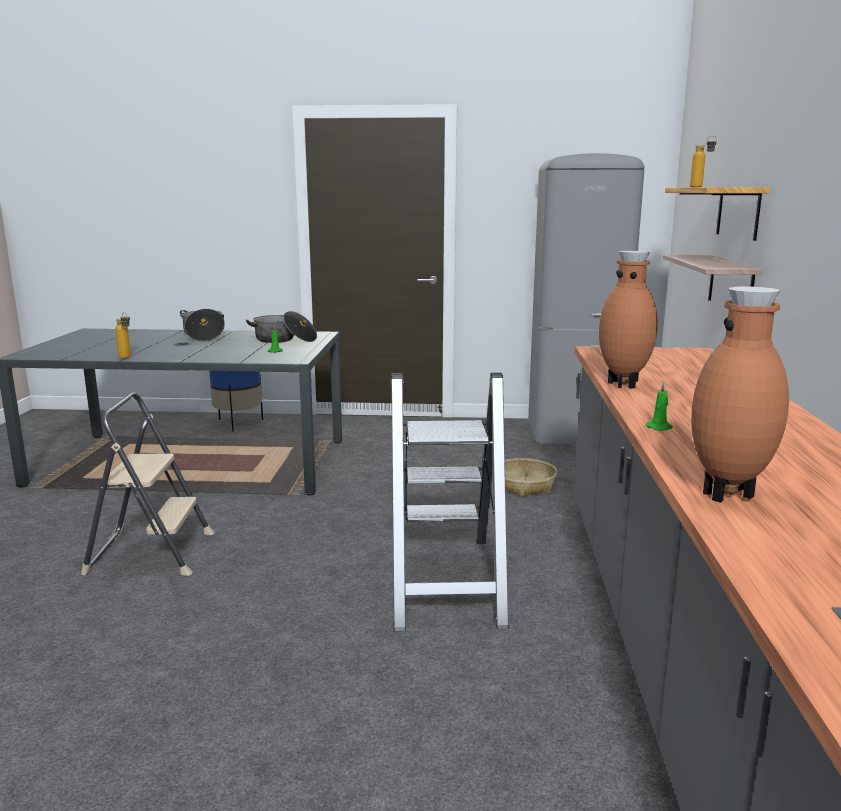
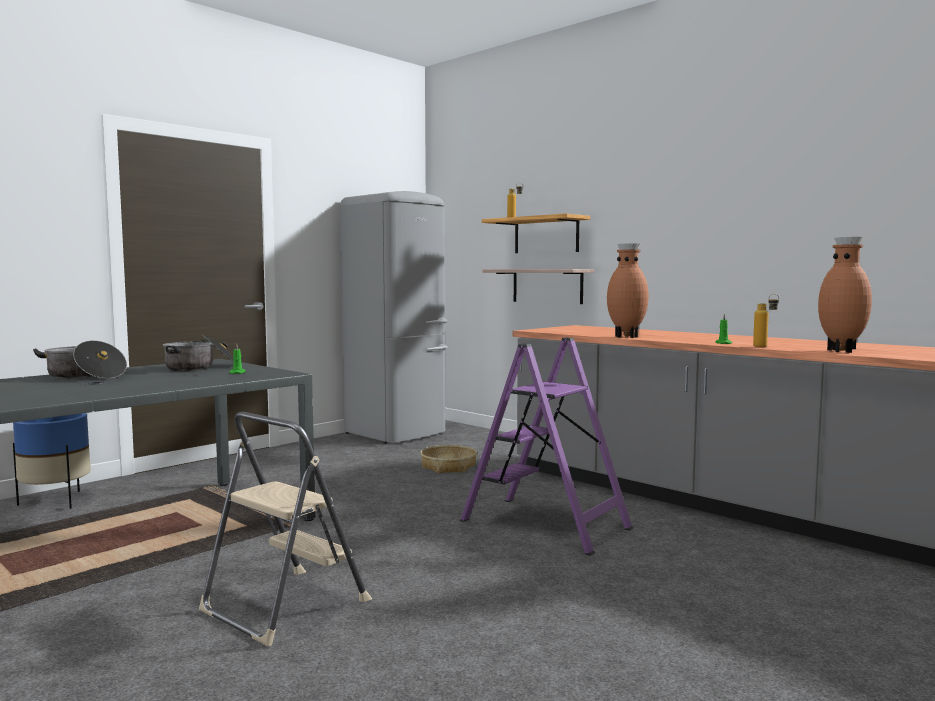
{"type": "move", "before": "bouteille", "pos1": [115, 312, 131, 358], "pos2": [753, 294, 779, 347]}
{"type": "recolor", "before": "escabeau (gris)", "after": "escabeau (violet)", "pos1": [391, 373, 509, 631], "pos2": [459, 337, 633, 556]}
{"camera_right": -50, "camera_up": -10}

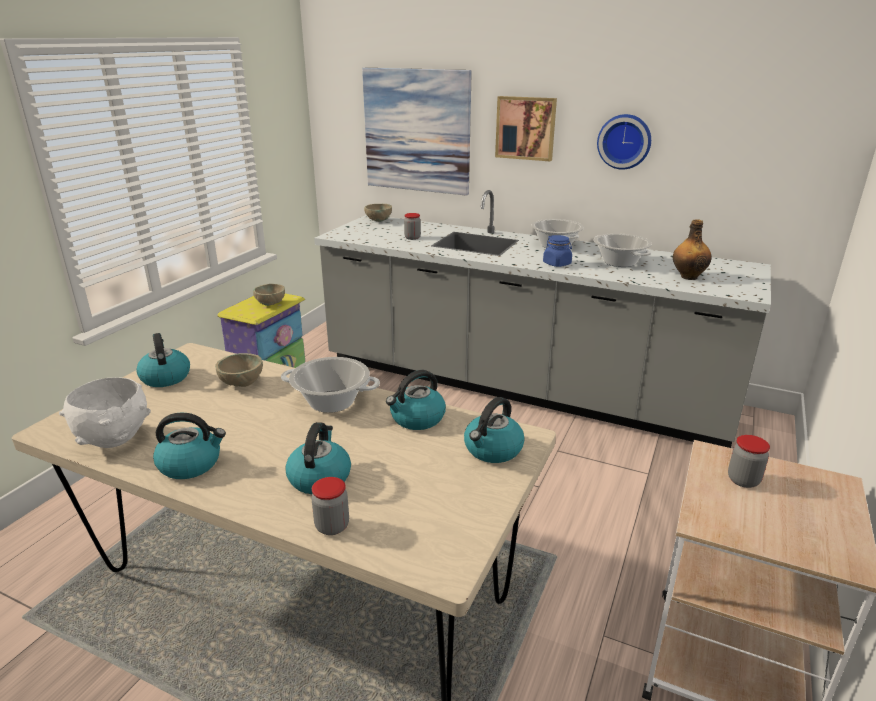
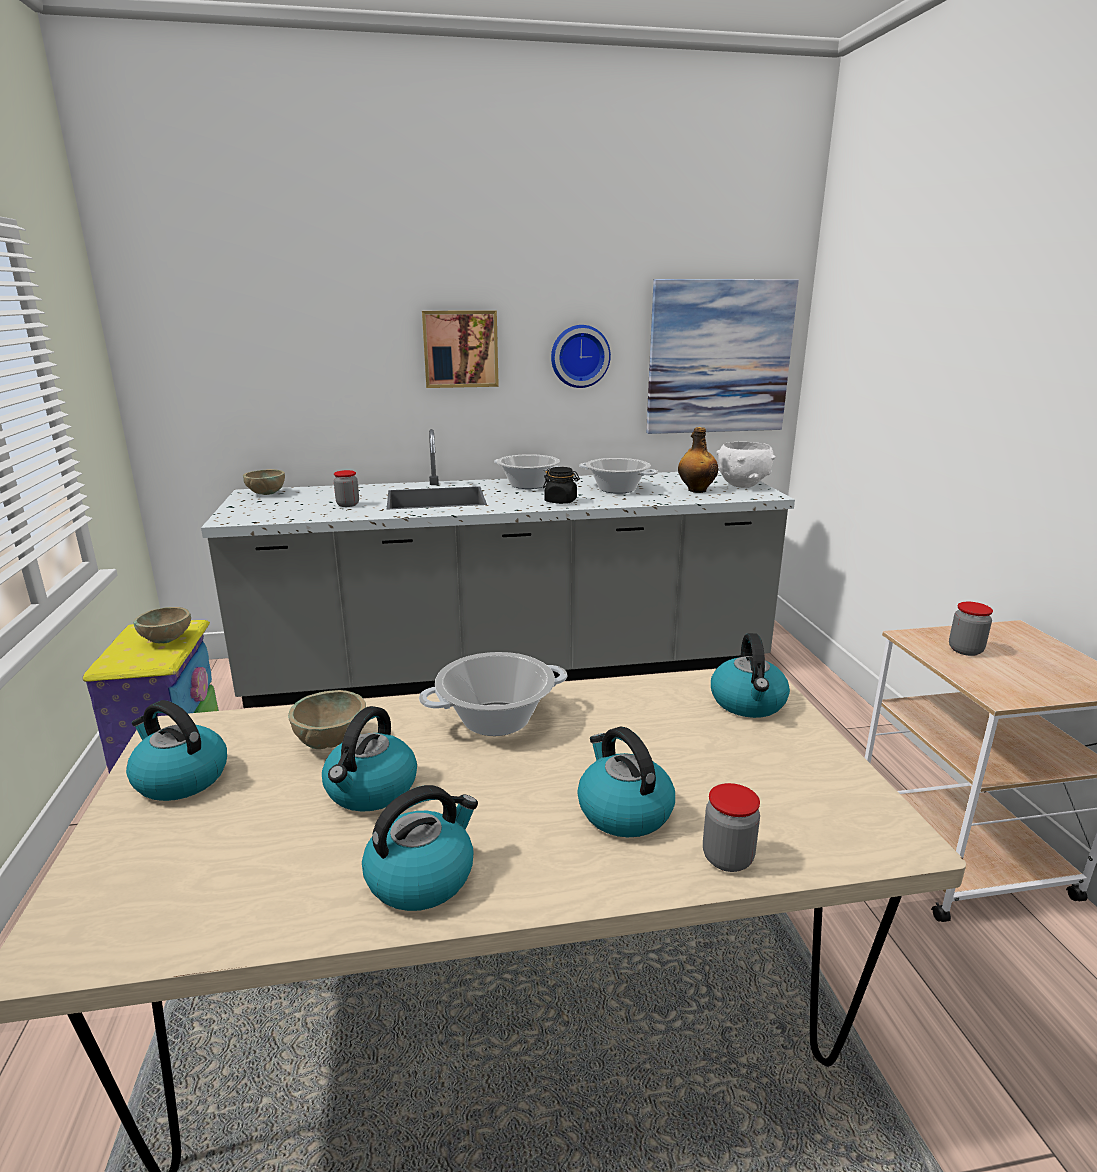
{"type": "move", "before": "bol (blanc)", "pos1": [59, 377, 151, 448], "pos2": [716, 442, 776, 488]}
{"type": "move", "before": "tableau", "pos1": [362, 68, 472, 196], "pos2": [646, 279, 799, 434]}
{"type": "move", "before": "bouilloire", "pos1": [386, 370, 446, 430], "pos2": [322, 706, 417, 812]}
{"type": "recolor", "before": "bocal (bleu)", "after": "bocal (noir)", "pos1": [543, 235, 572, 267], "pos2": [543, 467, 580, 504]}
{"camera_right": -35, "camera_up": -5}

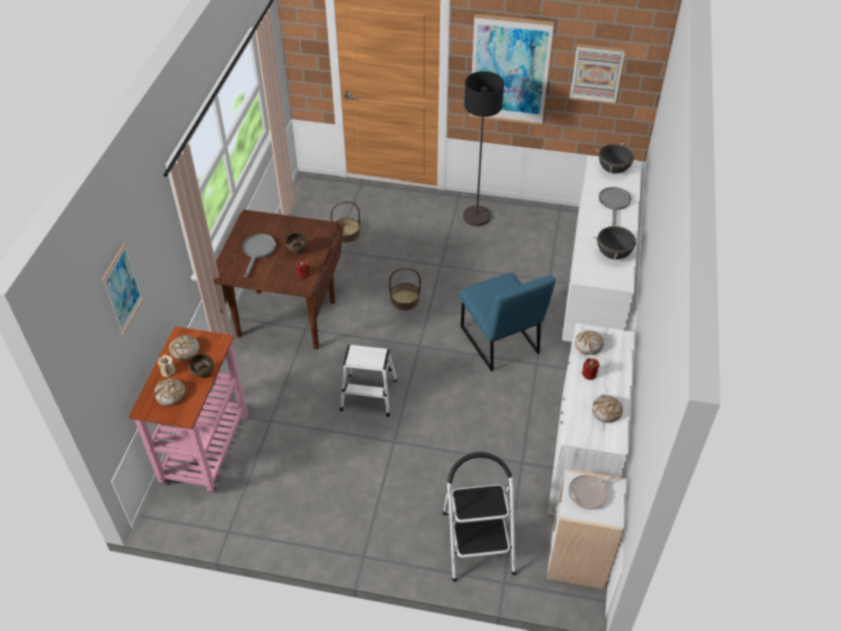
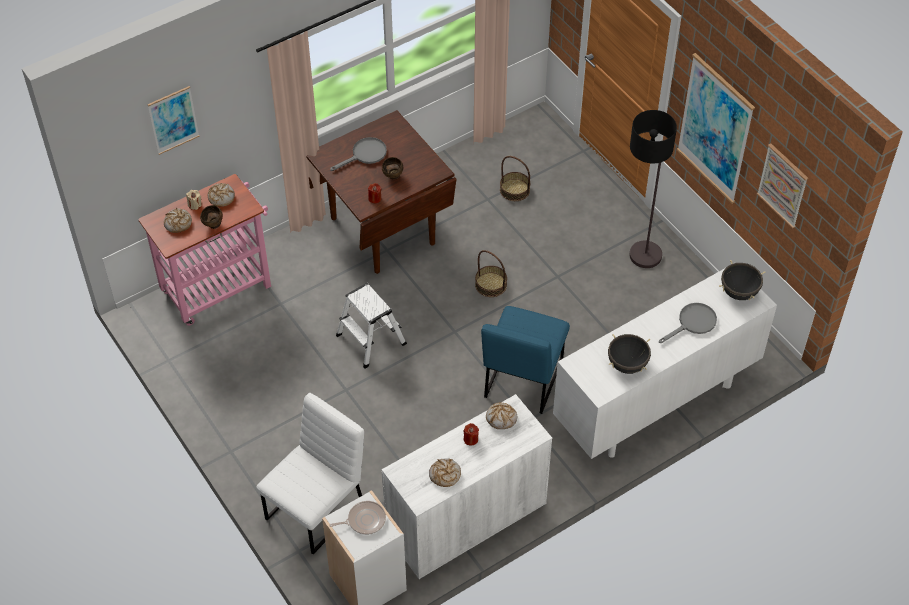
{"type": "replace", "before": "escabeau", "after": "chaise (blanc)", "pos1": [443, 452, 516, 582], "pos2": [257, 393, 364, 554]}
{"type": "rotate", "before": "poêle", "pos1": [568, 473, 620, 509], "pos2": [329, 501, 386, 535], "turn": 150}
{"camera_right": 45, "camera_up": 5}

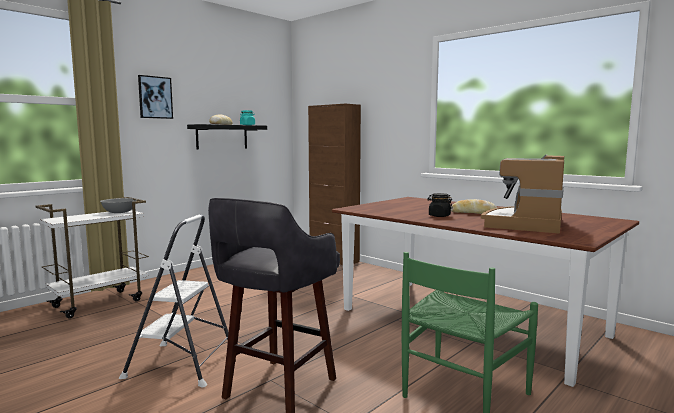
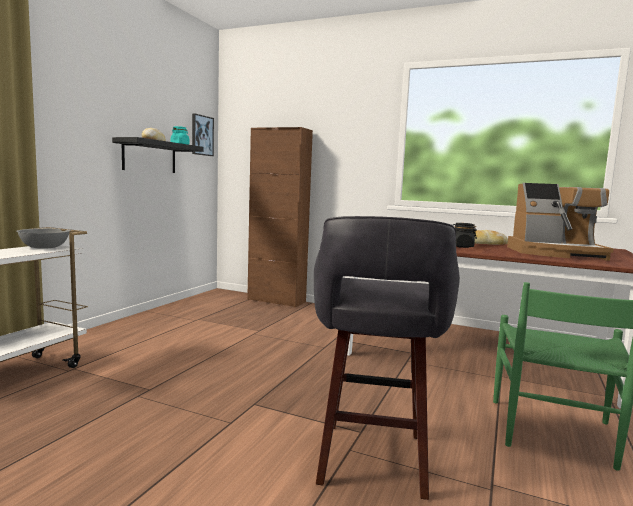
{"type": "delete", "before": "escabeau (blanc)", "pos1": [119, 215, 229, 387]}
{"type": "move", "before": "tableau", "pos1": [138, 75, 173, 119], "pos2": [192, 113, 214, 156]}
{"type": "rotate", "before": "machine à café", "pos1": [481, 155, 564, 234], "pos2": [507, 183, 614, 261], "turn": -90}
{"camera_right": -20, "camera_up": 0}

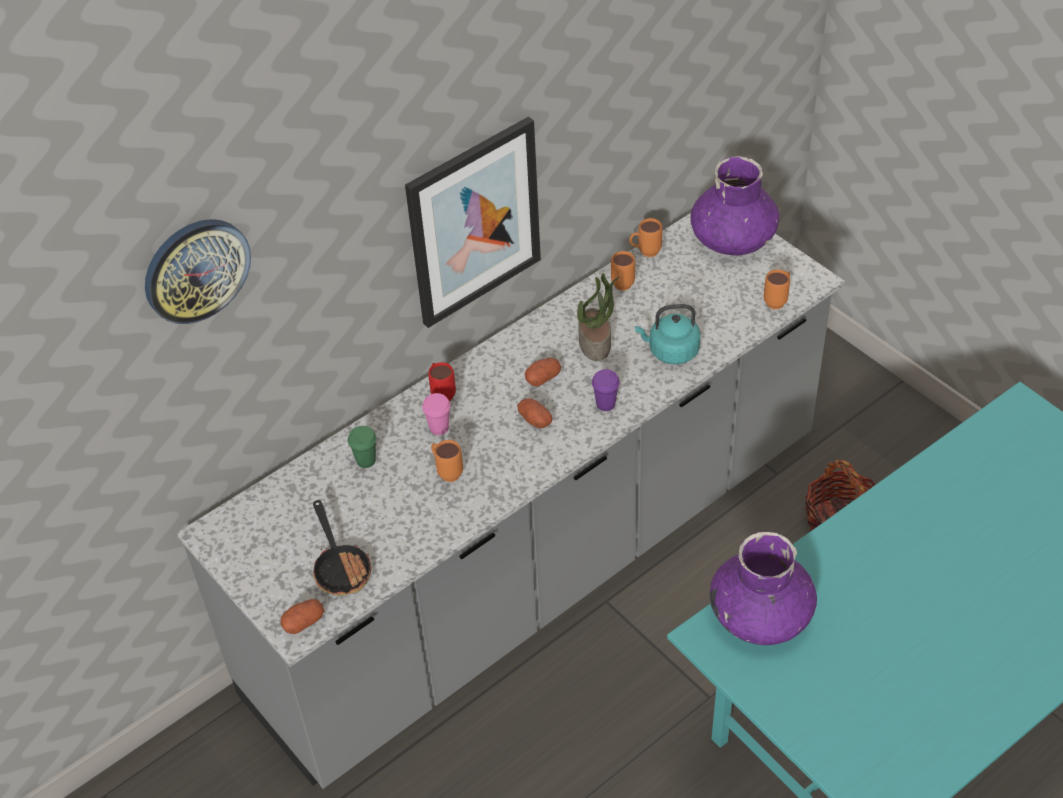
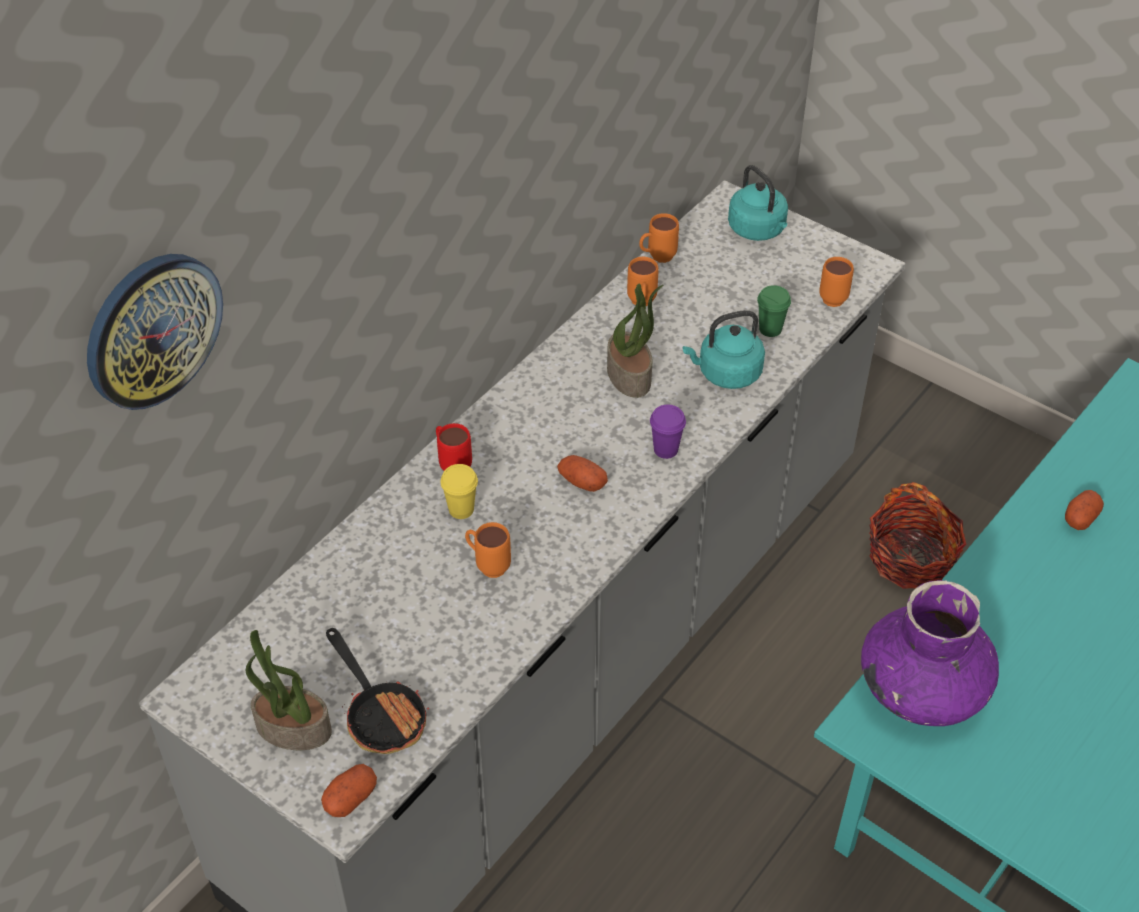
{"type": "move", "before": "tasse (vert)", "pos1": [348, 426, 376, 468], "pos2": [757, 285, 791, 337]}
{"type": "delete", "before": "tableau", "pos1": [405, 117, 541, 328]}
{"type": "recolor", "before": "tasse (rose)", "after": "tasse (jaune)", "pos1": [422, 393, 451, 435], "pos2": [440, 464, 478, 519]}
{"type": "move", "before": "pomme de terre", "pos1": [525, 358, 561, 386], "pos2": [1065, 490, 1104, 530]}
{"type": "replace", "before": "vase (violet)", "after": "bouilloire (turquoise)", "pos1": [690, 156, 779, 256], "pos2": [728, 165, 788, 241]}
{"type": "insert", "after": "plante en pot", "pos2": [246, 630, 332, 750]}
{"camera_right": -15, "camera_up": 0}

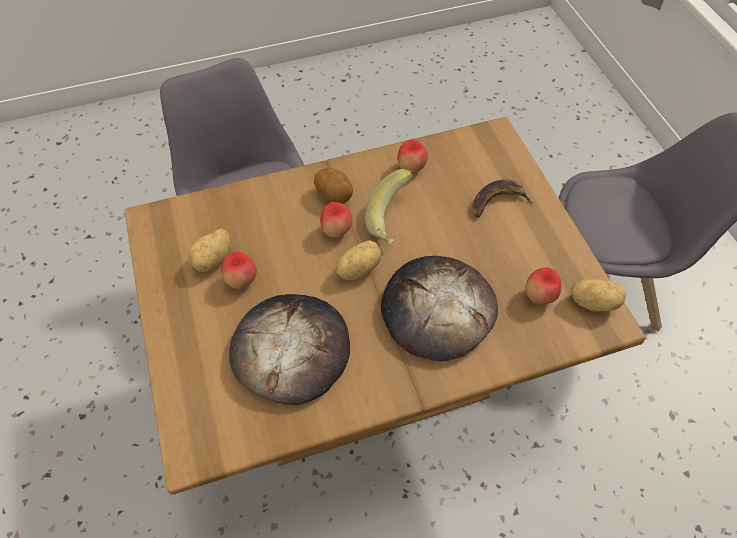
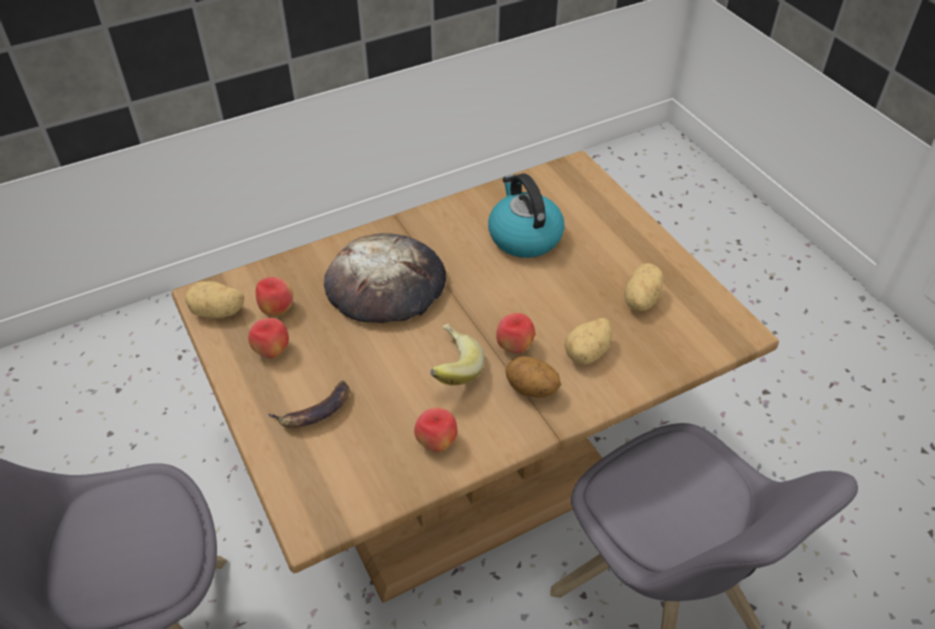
{"type": "move", "before": "pomme", "pos1": [222, 252, 257, 289], "pos2": [248, 318, 289, 358]}
{"type": "replace", "before": "pain", "after": "bouilloire", "pos1": [229, 294, 350, 405], "pos2": [488, 173, 565, 258]}
{"type": "move", "before": "pomme de terre", "pos1": [336, 240, 381, 280], "pos2": [564, 318, 612, 365]}
{"camera_right": 170, "camera_up": -10}

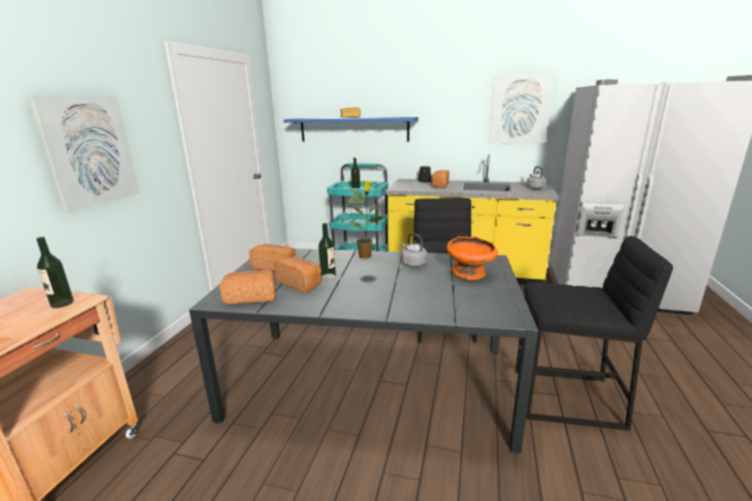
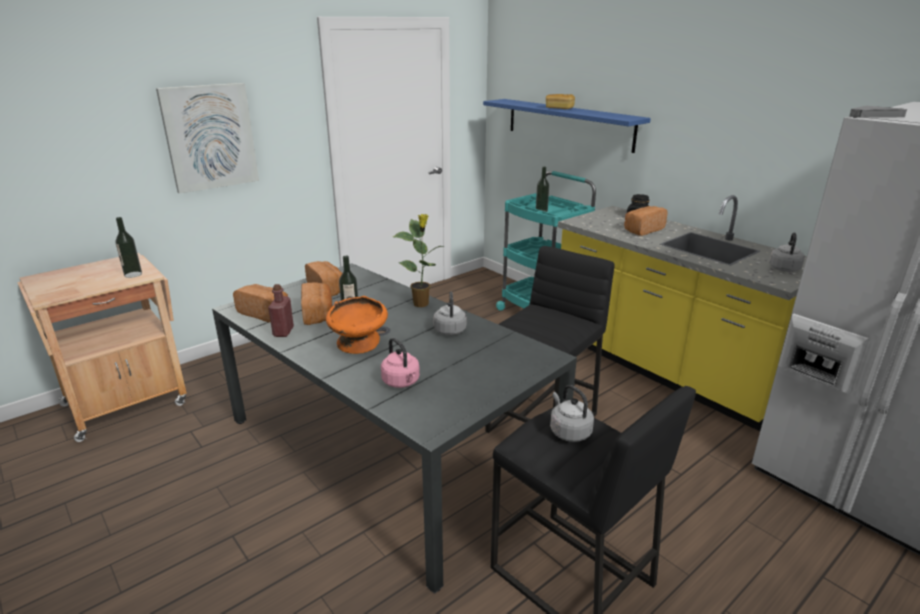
{"type": "move", "before": "bol (orange)", "pos1": [447, 236, 498, 280], "pos2": [326, 296, 388, 354]}
{"type": "delete", "before": "tableau", "pos1": [489, 74, 553, 143]}
{"type": "insert", "after": "bouteille (rouge)", "pos2": [268, 284, 294, 337]}
{"type": "insert", "after": "bouilloire (rose)", "pos2": [381, 338, 420, 388]}
{"type": "insert", "after": "bouilloire (gris)", "pos2": [550, 385, 594, 442]}
{"camera_right": 35, "camera_up": 5}

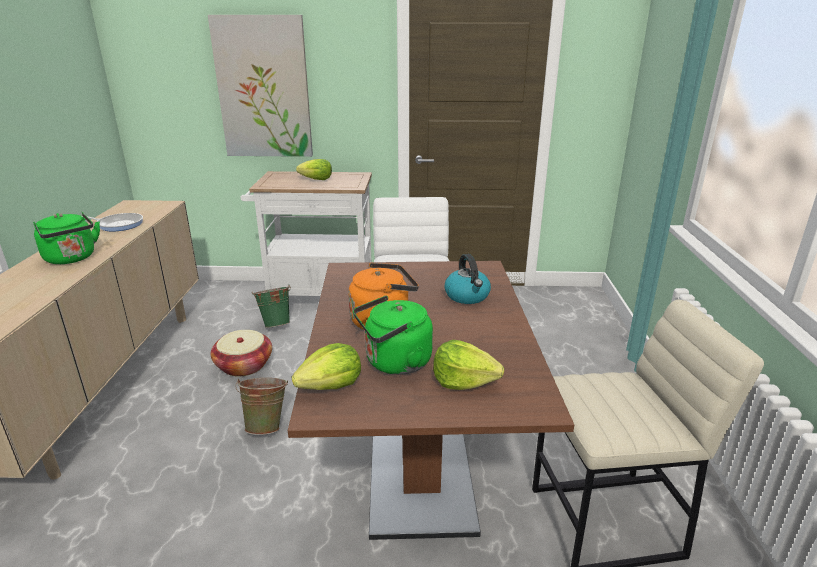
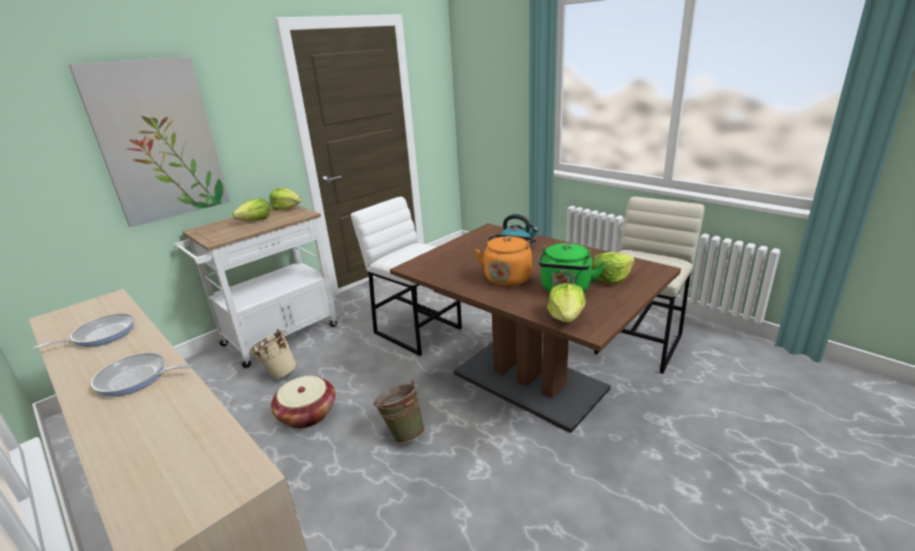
{"type": "replace", "before": "bouilloire (vert)", "after": "poêle", "pos1": [33, 212, 100, 264], "pos2": [91, 353, 193, 397]}
{"type": "recolor", "before": "seau (vert)", "after": "seau (beige)", "pos1": [252, 285, 291, 328], "pos2": [249, 329, 298, 380]}
{"type": "insert", "after": "laitue", "pos2": [269, 188, 302, 210]}
{"camera_right": -45, "camera_up": 0}

